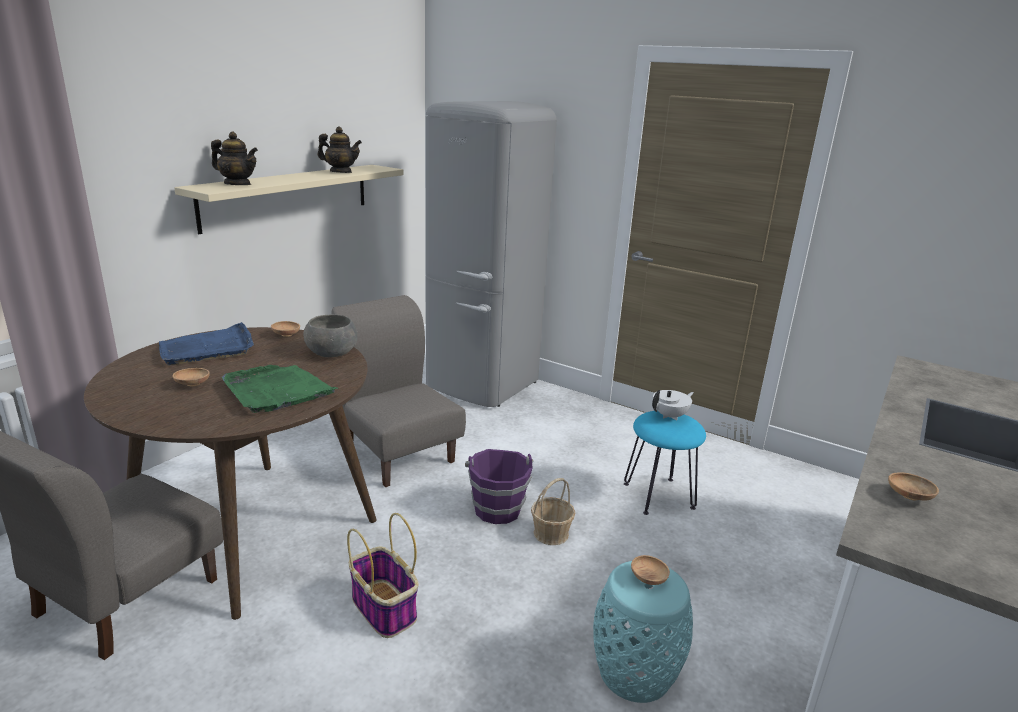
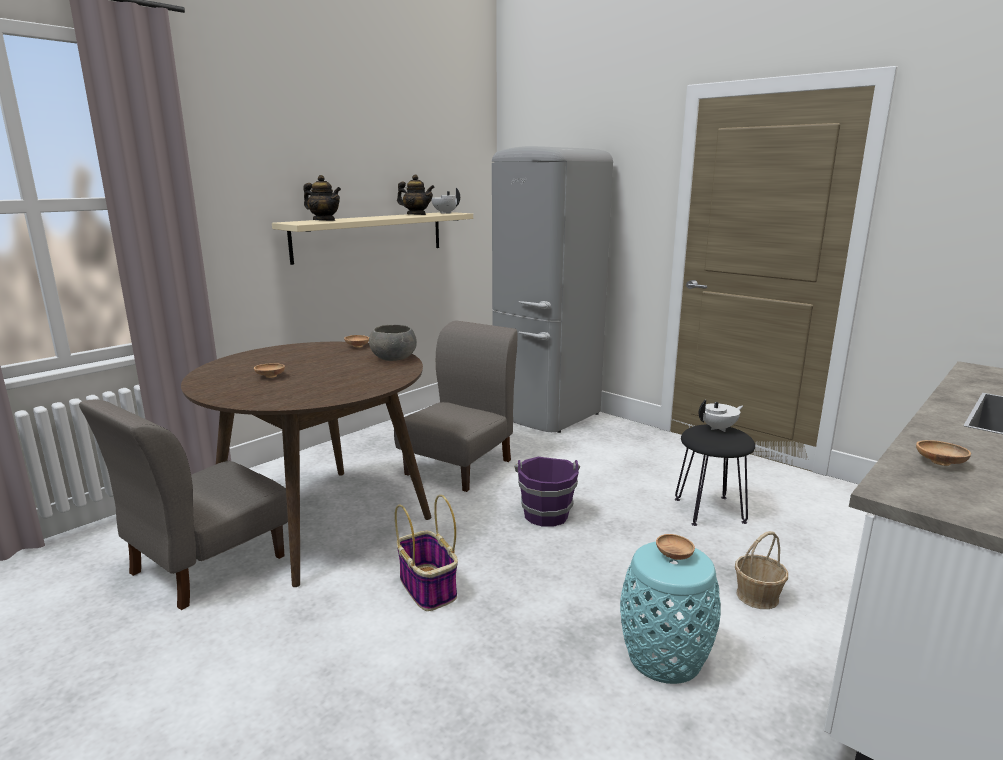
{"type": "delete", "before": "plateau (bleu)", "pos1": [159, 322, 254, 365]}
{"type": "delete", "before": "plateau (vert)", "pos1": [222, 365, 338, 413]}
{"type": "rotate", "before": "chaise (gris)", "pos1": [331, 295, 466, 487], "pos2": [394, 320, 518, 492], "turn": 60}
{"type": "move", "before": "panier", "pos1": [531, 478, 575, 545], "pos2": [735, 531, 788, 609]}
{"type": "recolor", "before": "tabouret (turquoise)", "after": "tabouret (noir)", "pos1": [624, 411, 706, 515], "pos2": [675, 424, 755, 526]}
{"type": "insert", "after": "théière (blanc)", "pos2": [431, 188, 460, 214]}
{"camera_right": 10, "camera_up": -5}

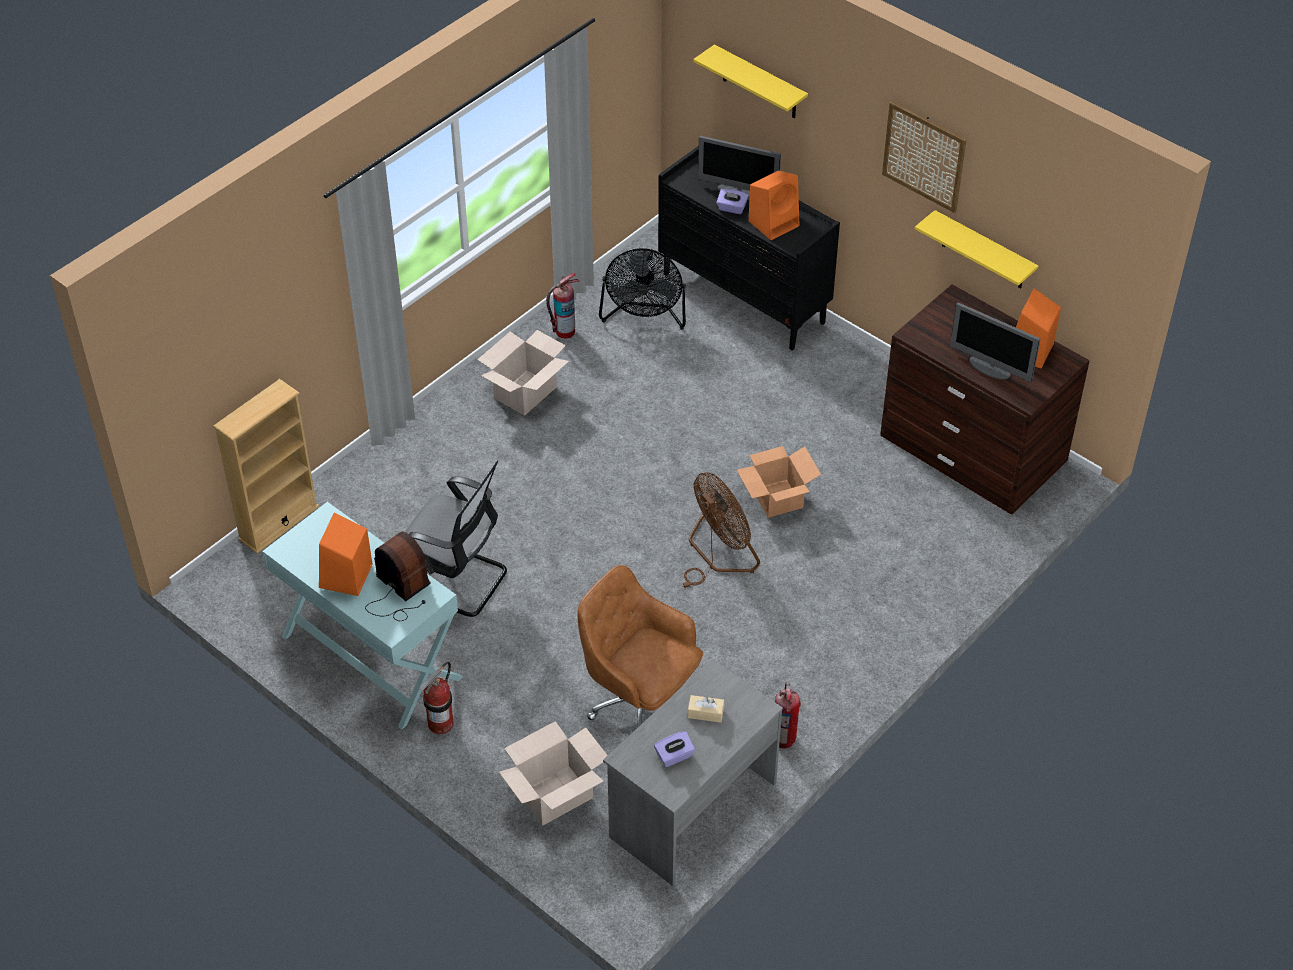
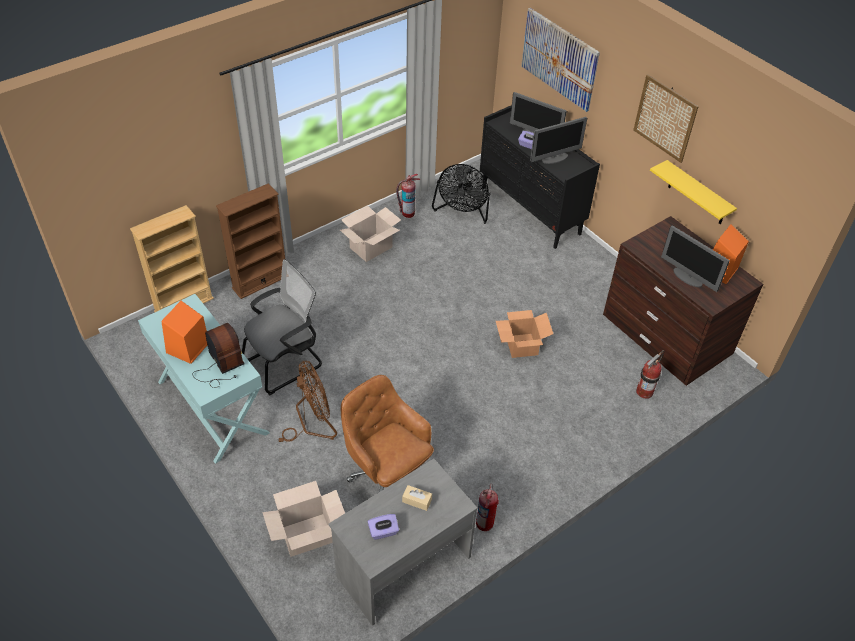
{"type": "rotate", "before": "chaise", "pos1": [405, 460, 507, 617], "pos2": [242, 259, 322, 396], "turn": -75}
{"type": "move", "before": "extincteur", "pos1": [419, 661, 454, 735], "pos2": [636, 350, 665, 399]}
{"type": "move", "before": "ventilateur (marron)", "pos1": [681, 473, 760, 588], "pos2": [277, 361, 337, 442]}
{"type": "replace", "before": "étagère (jaune)", "after": "tableau", "pos1": [693, 44, 808, 118], "pos2": [521, 8, 600, 112]}
{"type": "replace", "before": "enceinte (orange)", "after": "écran d'ordinateur", "pos1": [749, 171, 799, 240], "pos2": [530, 117, 587, 164]}
{"type": "insert", "after": "bibliothèque (marron)", "pos2": [216, 183, 285, 299]}
{"camera_right": 10, "camera_up": 0}

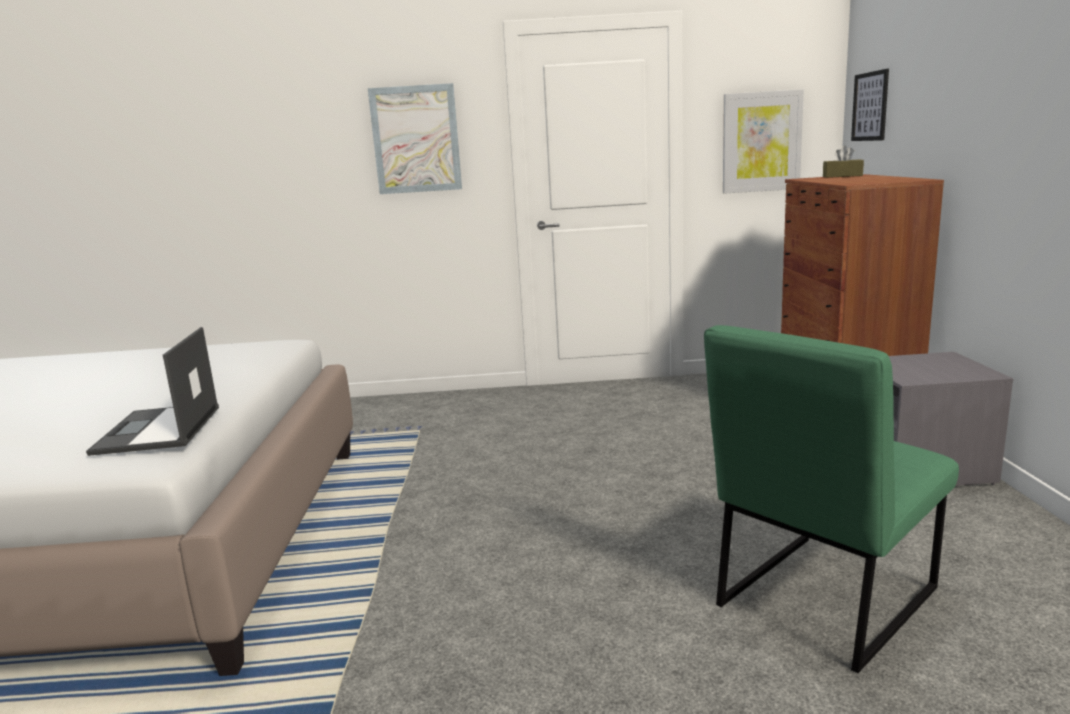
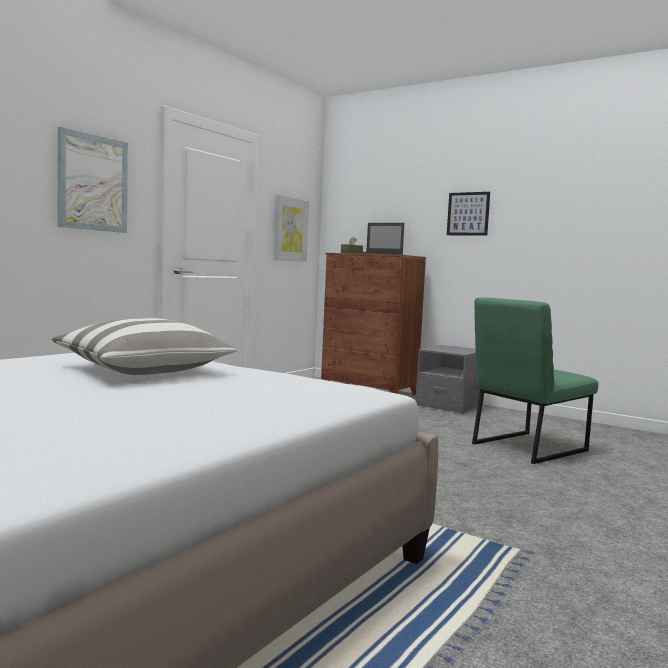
{"type": "move", "before": "ordinateur portable", "pos1": [86, 327, 219, 456], "pos2": [353, 223, 404, 255]}
{"type": "rotate", "before": "chaise (vert)", "pos1": [704, 325, 959, 673], "pos2": [472, 297, 598, 464], "turn": 60}
{"type": "move", "before": "tableau", "pos1": [851, 69, 889, 141], "pos2": [447, 192, 490, 236]}
{"type": "insert", "after": "coussin", "pos2": [52, 318, 237, 375]}
{"camera_right": -55, "camera_up": -10}

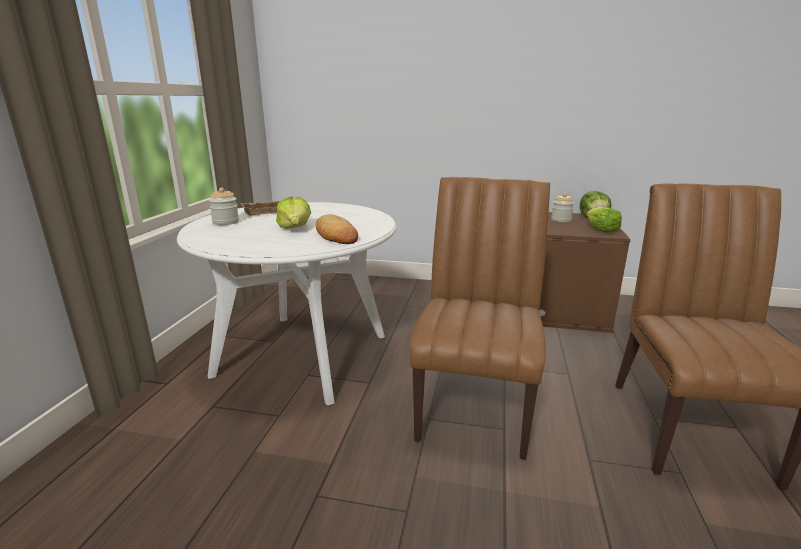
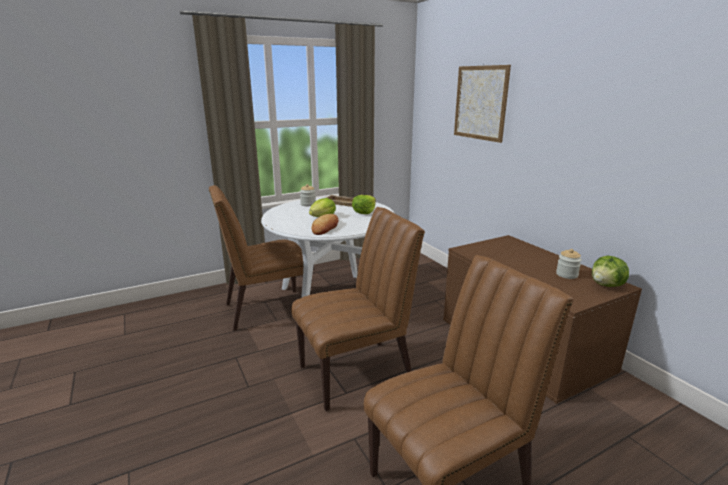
{"type": "move", "before": "laitue", "pos1": [586, 207, 622, 232], "pos2": [352, 195, 376, 214]}
{"type": "insert", "after": "chaise (marron)", "pos2": [209, 185, 303, 331]}
{"type": "insert", "after": "tableau", "pos2": [454, 65, 511, 143]}
{"camera_right": 50, "camera_up": 0}

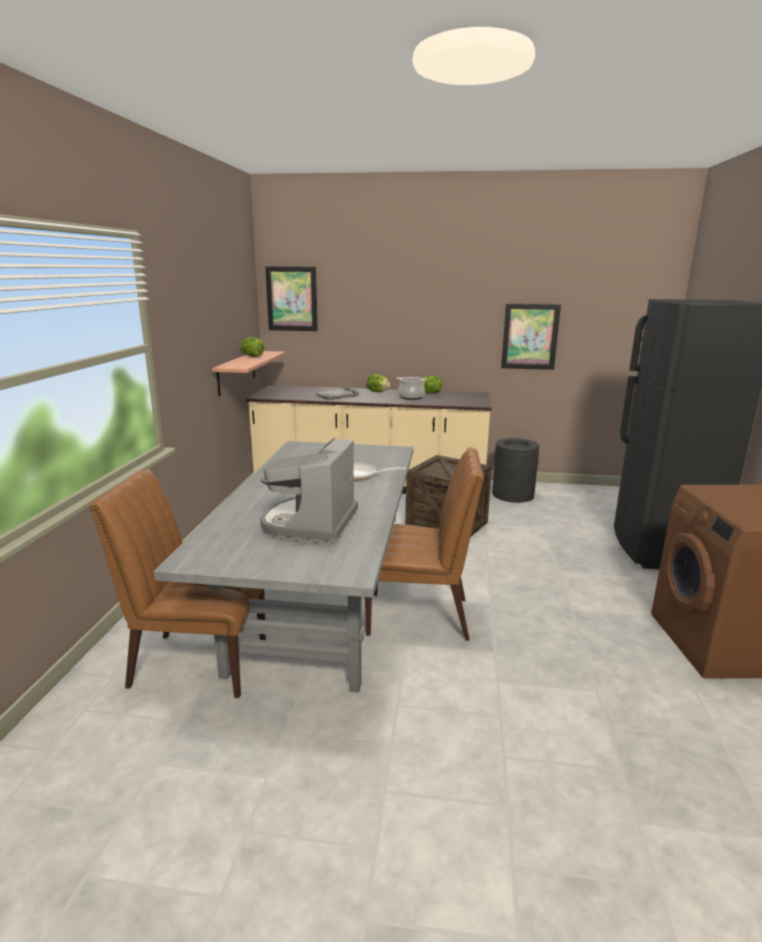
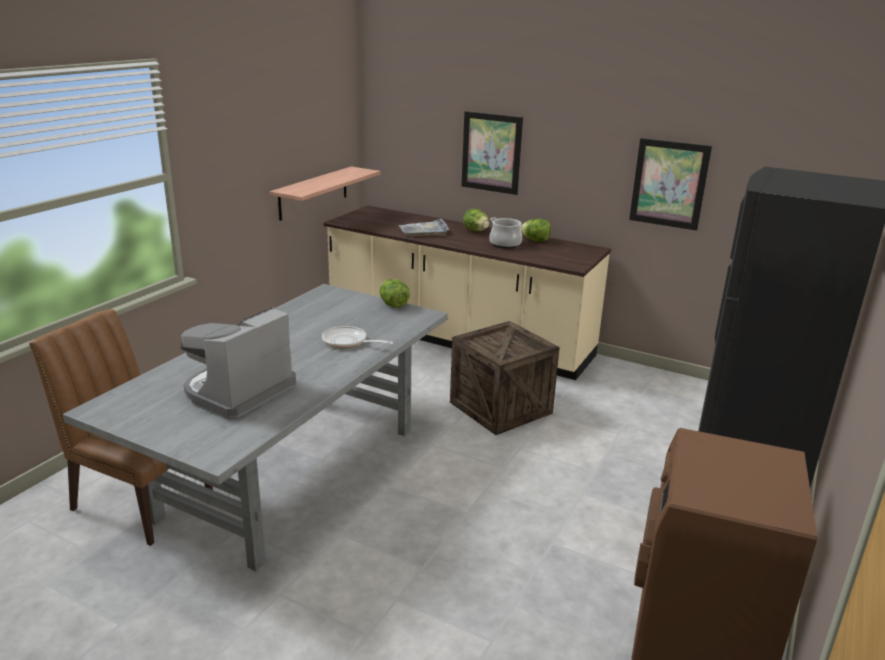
{"type": "move", "before": "laitue", "pos1": [241, 337, 264, 357], "pos2": [379, 279, 410, 308]}
{"type": "move", "before": "tableau", "pos1": [265, 266, 318, 331], "pos2": [461, 111, 523, 195]}
{"type": "delete", "before": "chaise (marron)", "pos1": [365, 447, 484, 641]}
{"type": "delete", "before": "poubelle (noir)", "pos1": [492, 438, 539, 503]}
{"camera_right": 20, "camera_up": 5}

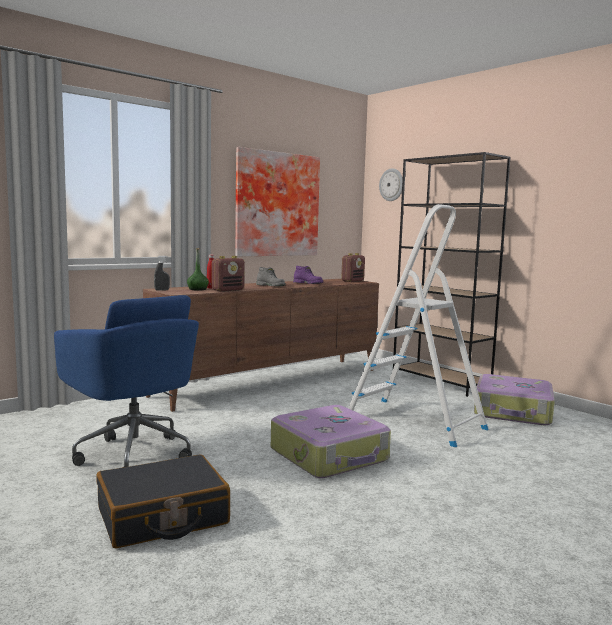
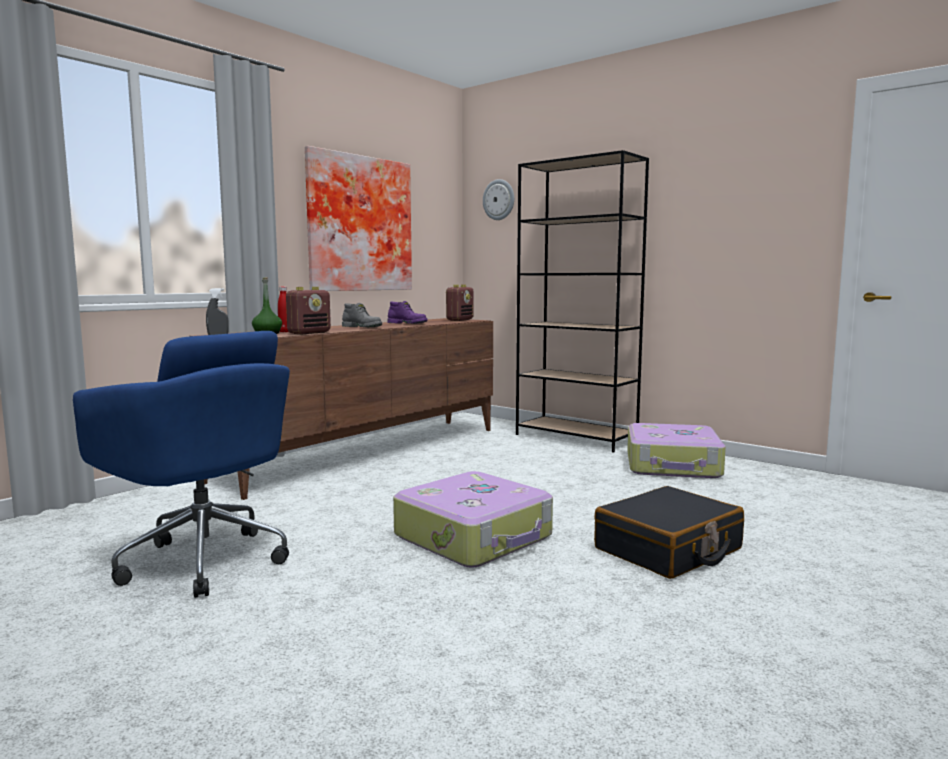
{"type": "move", "before": "valise (noir)", "pos1": [97, 455, 230, 548], "pos2": [594, 486, 744, 579]}
{"type": "delete", "before": "escabeau (blanc)", "pos1": [348, 204, 489, 447]}
{"camera_right": -10, "camera_up": 0}

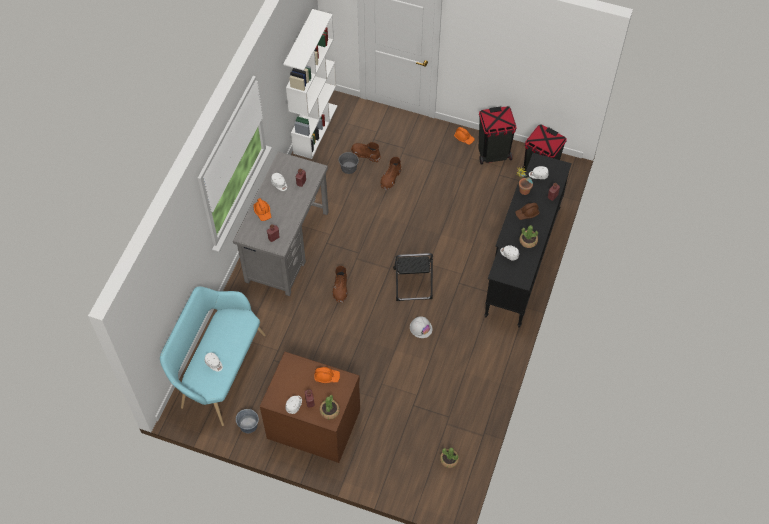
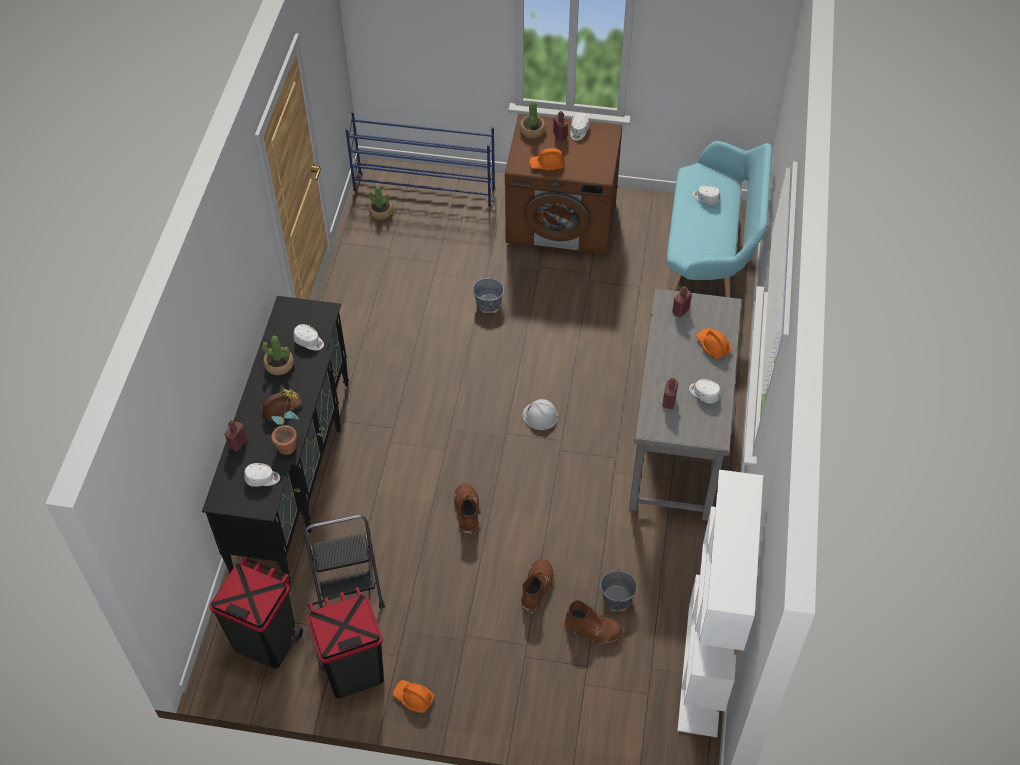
{"type": "move", "before": "seau (gris)", "pos1": [236, 409, 259, 433], "pos2": [473, 275, 504, 312]}
{"type": "move", "before": "botte (marron)", "pos1": [332, 266, 348, 303], "pos2": [454, 484, 479, 536]}
{"type": "move", "before": "escabeau (noir)", "pos1": [393, 253, 433, 301], "pos2": [304, 515, 385, 609]}
{"type": "move", "before": "casque de chantier (blanc)", "pos1": [410, 316, 432, 338], "pos2": [522, 399, 558, 430]}
{"type": "insert", "after": "étagère à chaussures (bleu)", "pos2": [345, 112, 495, 207]}
{"camera_right": 170, "camera_up": -5}

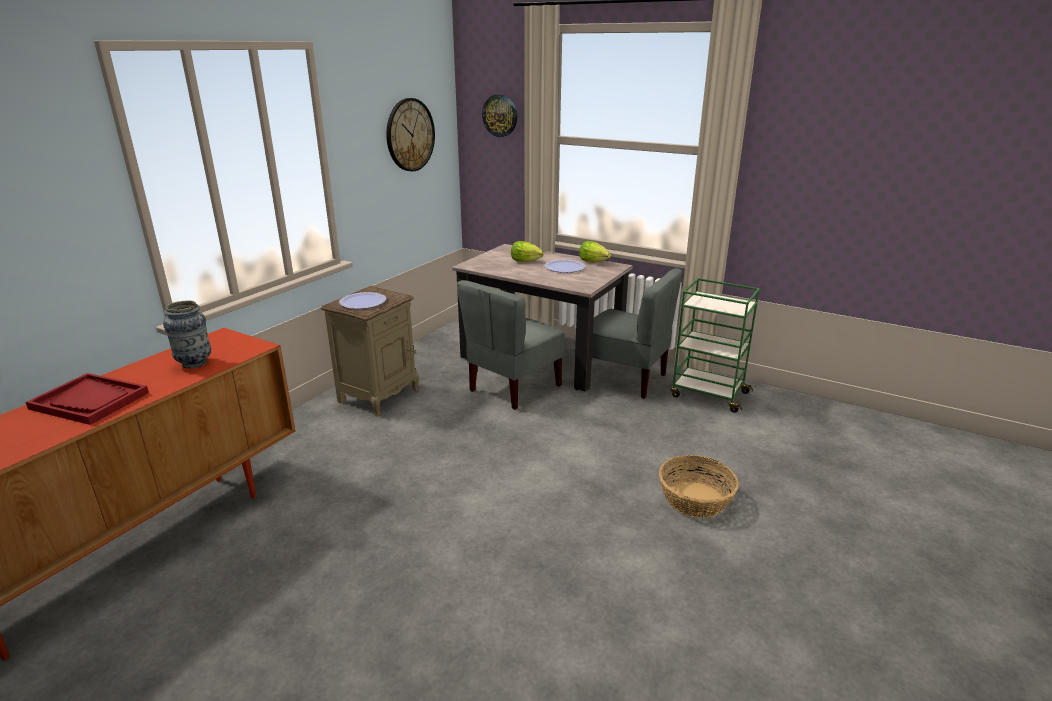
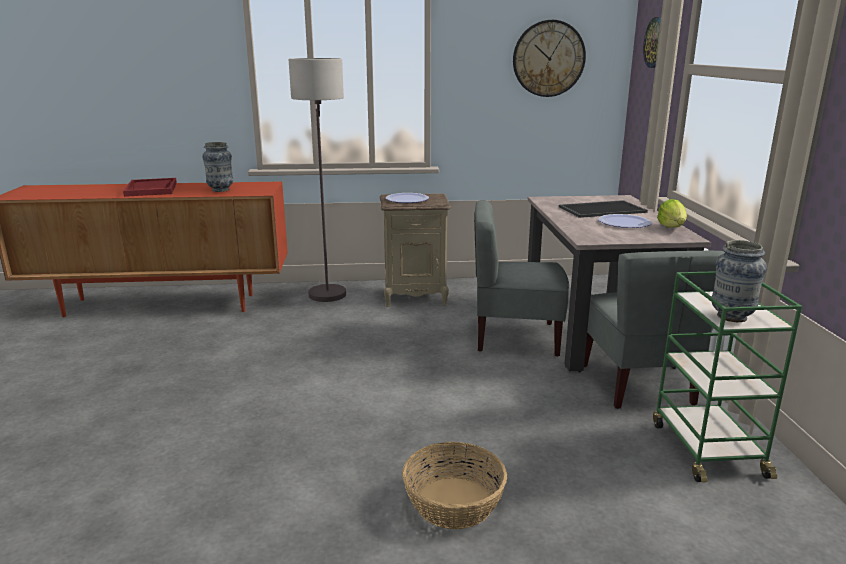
{"type": "replace", "before": "laitue", "after": "plateau", "pos1": [511, 241, 544, 262], "pos2": [559, 200, 648, 218]}
{"type": "insert", "after": "lampadaire (gris)", "pos2": [289, 58, 346, 302]}
{"type": "insert", "after": "vase", "pos2": [712, 240, 767, 322]}
{"camera_right": 55, "camera_up": -5}

